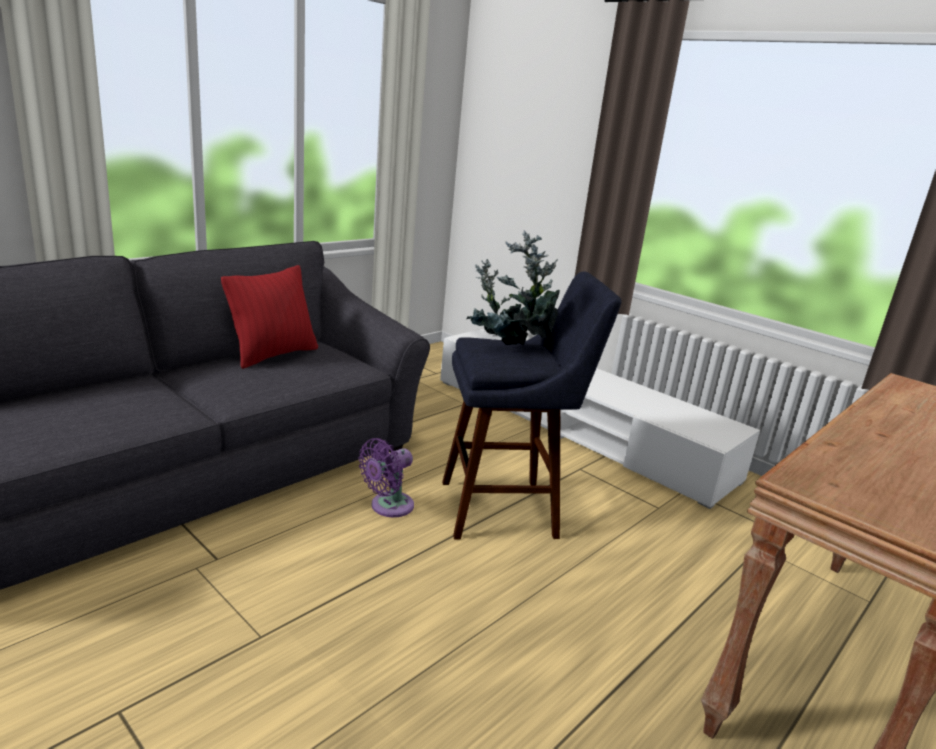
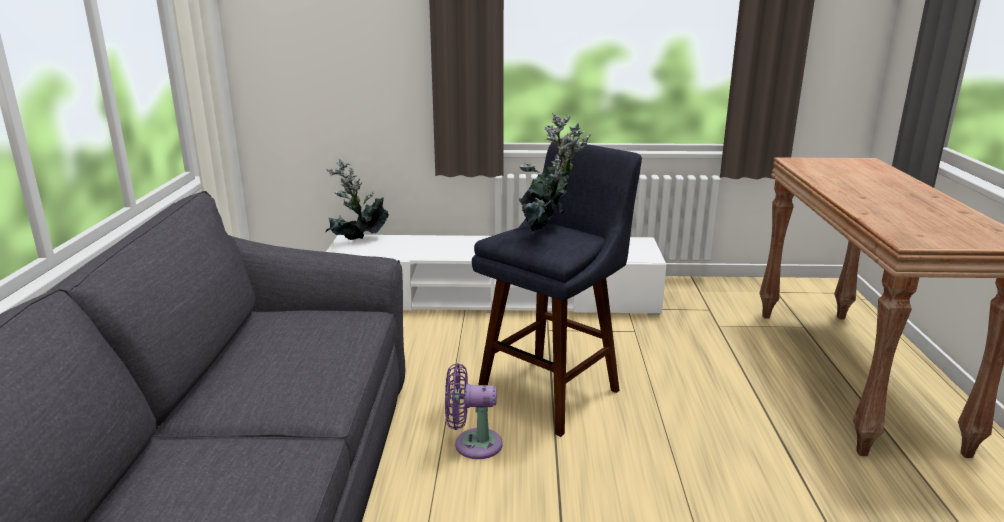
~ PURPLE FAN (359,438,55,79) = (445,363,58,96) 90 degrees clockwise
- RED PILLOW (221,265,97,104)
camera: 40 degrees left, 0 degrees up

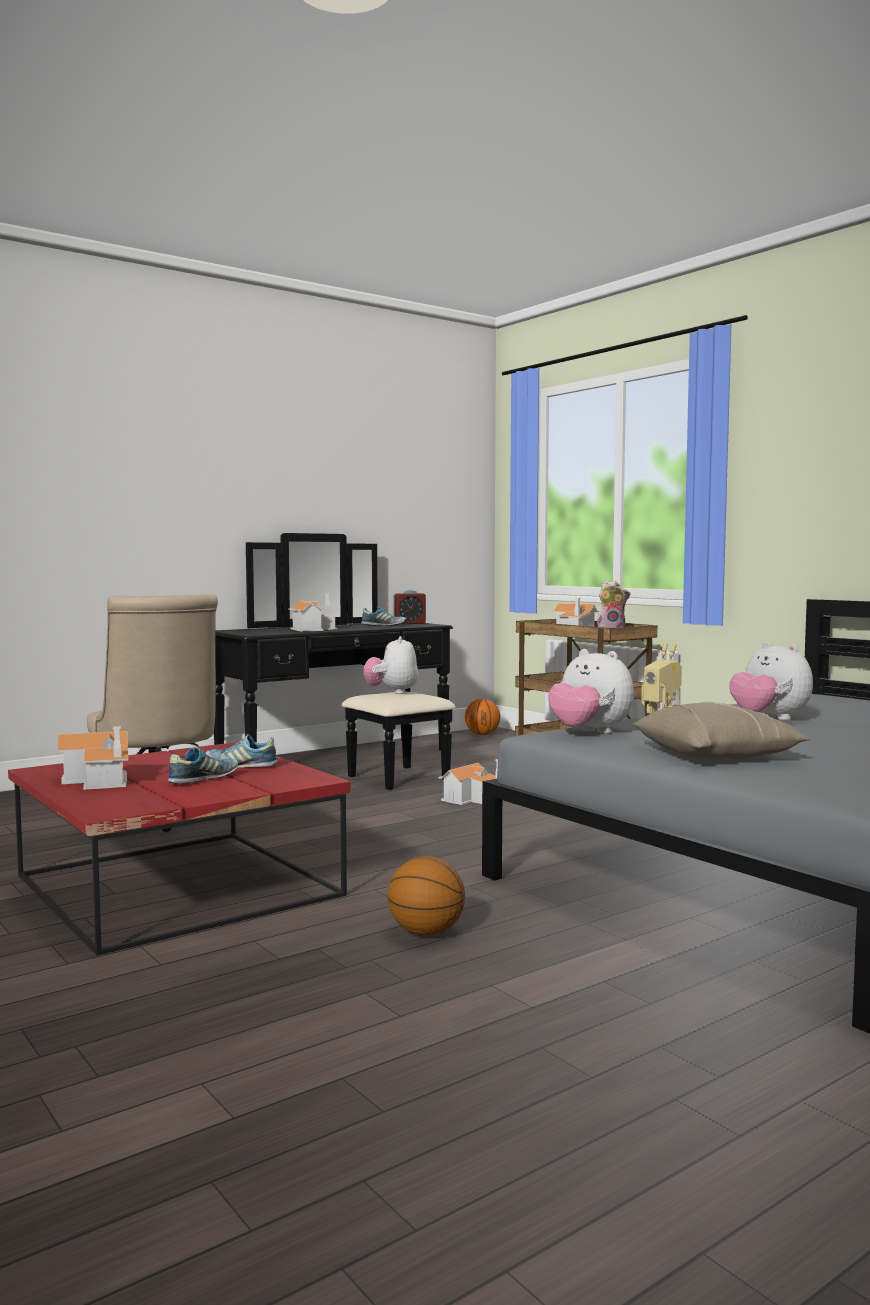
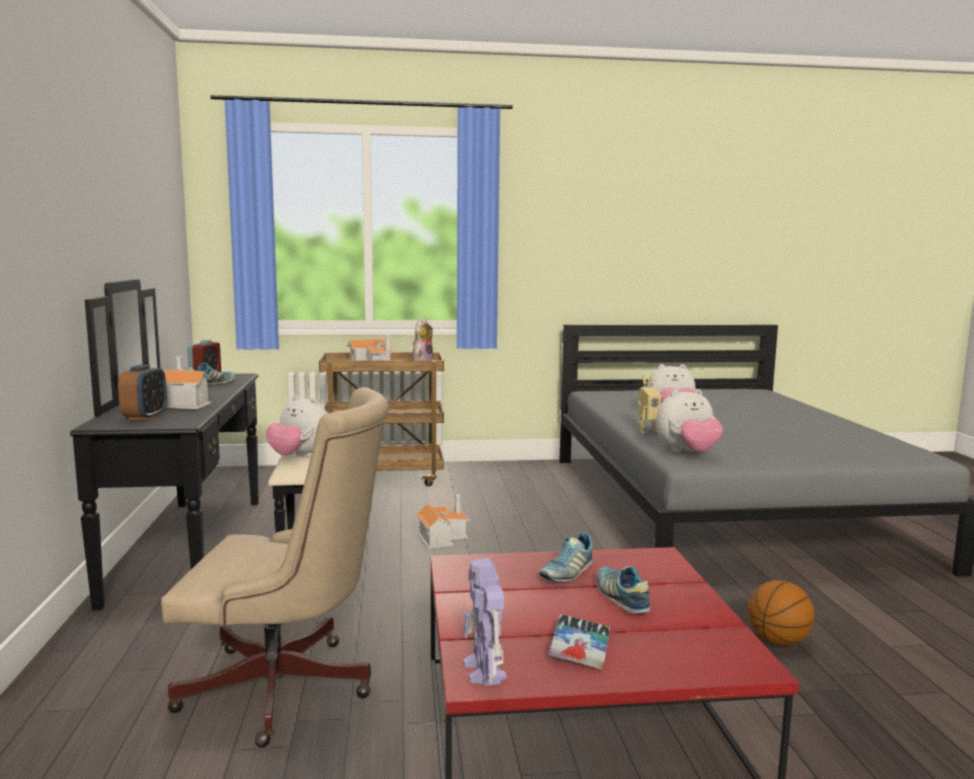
+ ALARM CLOCK (118,364,49,56)
+ TOY ROBOT (463,558,43,128)
~ TOY HOUSE (57,726,71,64) to BOOK (549,614,61,56)
- BASKETBALL (465,699,35,36)
- BEIGE PILLOW (633,702,177,58)
camera: 60 degrees left, 5 degrees up

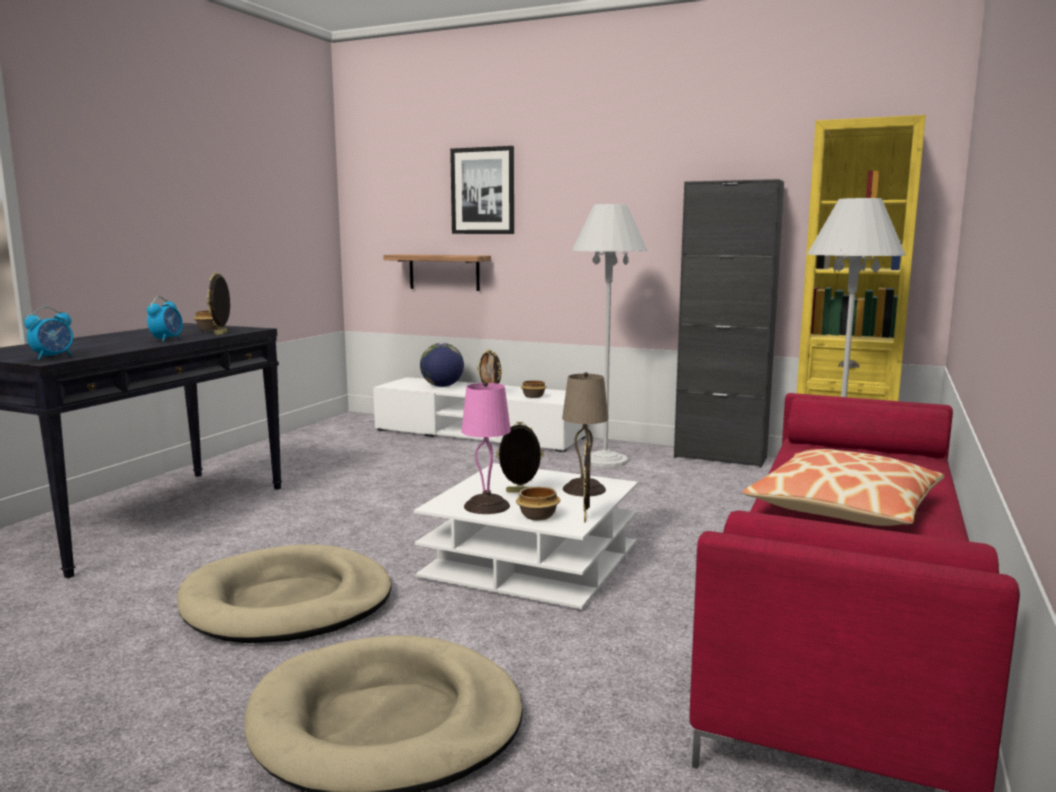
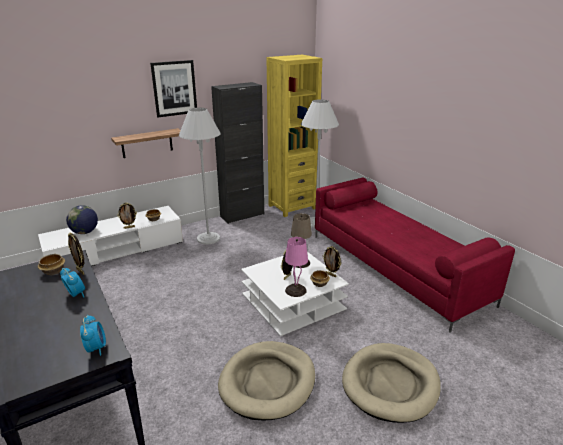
~ SHELF (383,254,108,37) to (111,128,70,30)
~ PICTURE (450,146,64,88) to (150,60,47,57)
- PILLOW (743,449,201,77)
camera: 55 degrees left, 15 degrees up

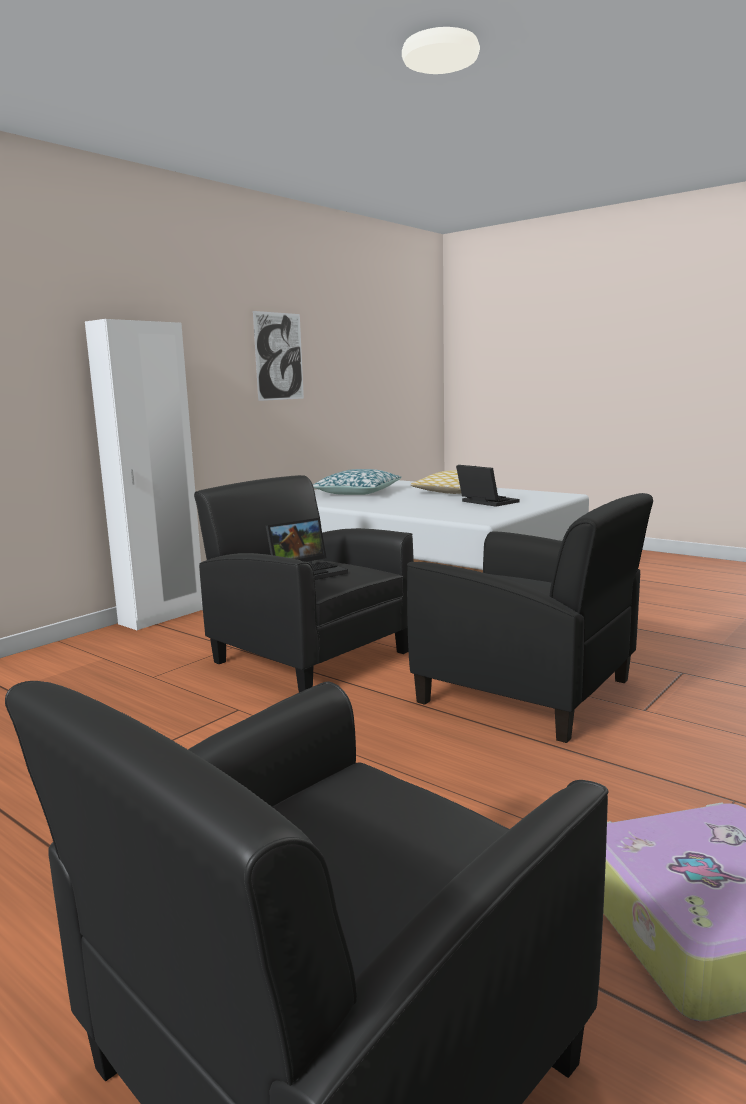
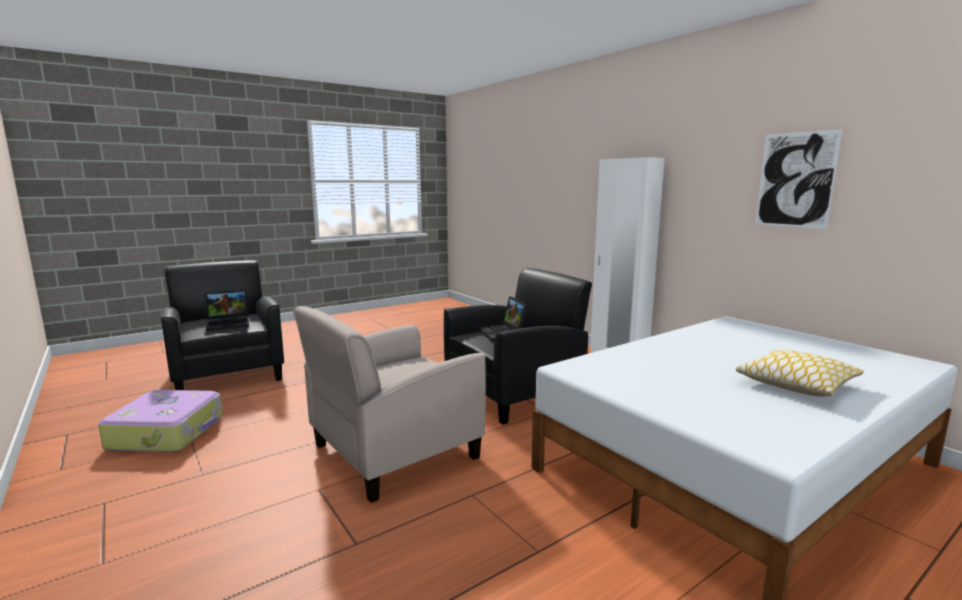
~ LAPTOP (456,465,63,42) to (205,290,44,41)
~ BLACK ARMCHAIR (407,493,246,250) to BEIGE ARMCHAIR (293,306,193,197)
- PILLOW (313,469,89,26)
camera: 105 degrees right, 0 degrees up

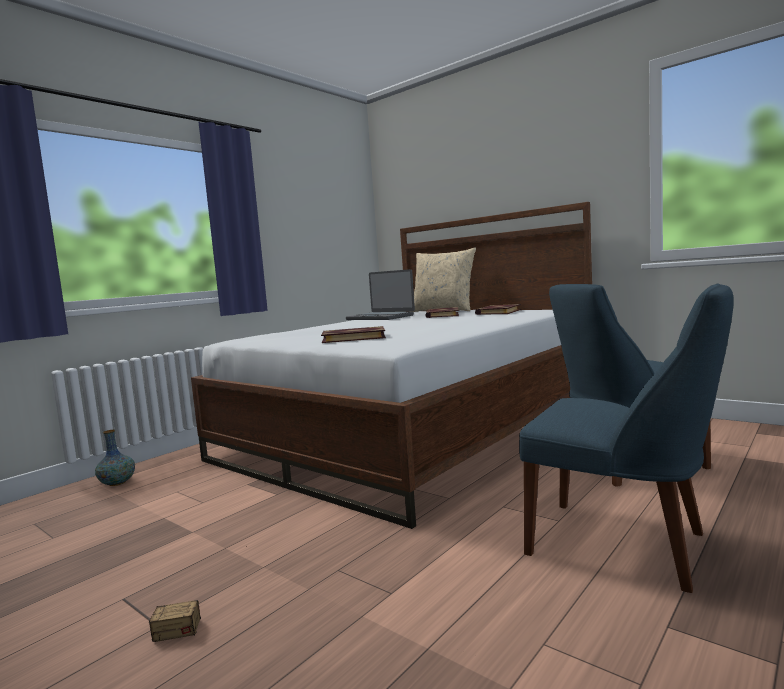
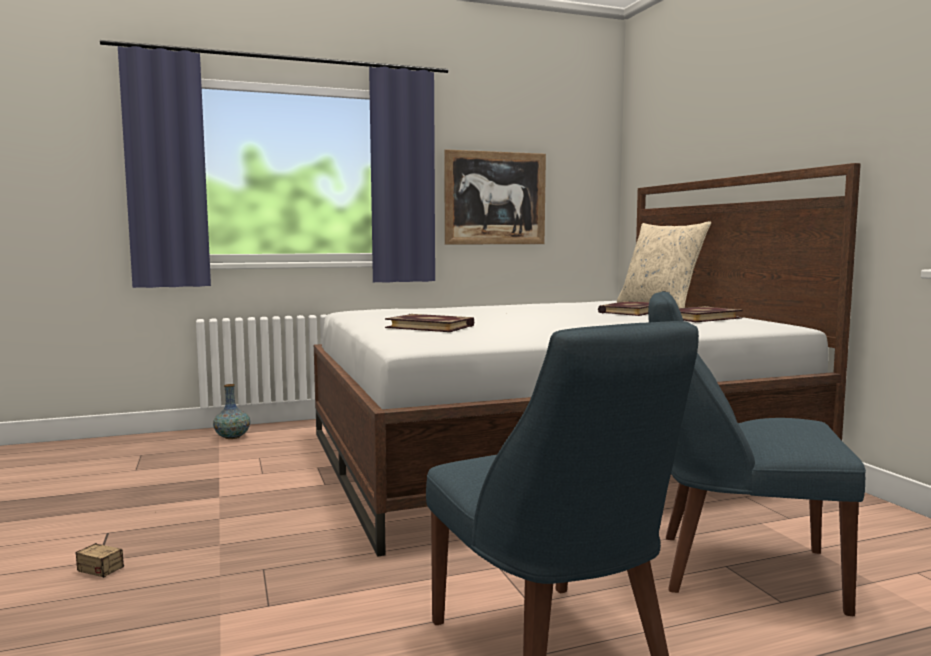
+ PICTURE (444,149,102,96)
- LAPTOP (346,269,69,51)
camera: 30 degrees right, 0 degrees up

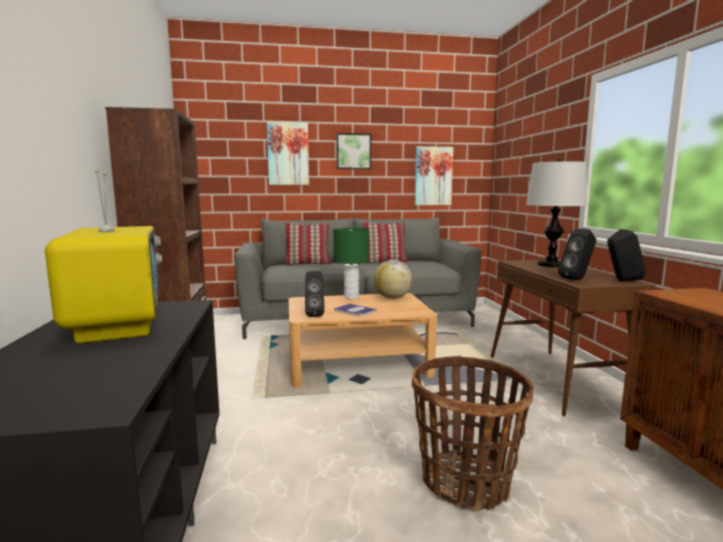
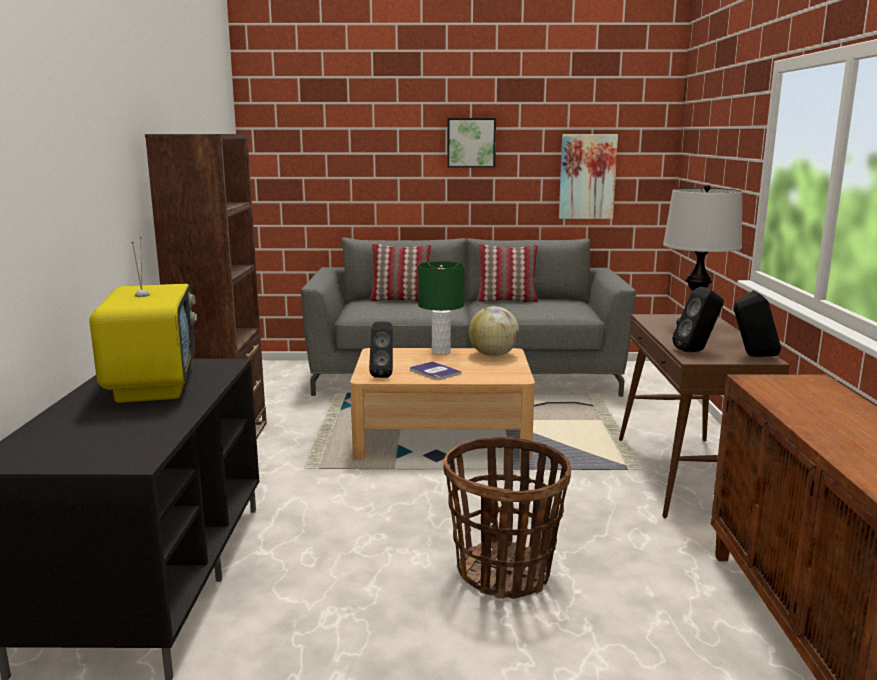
- PICTURE (267,121,42,64)
camera: 10 degrees right, 5 degrees up

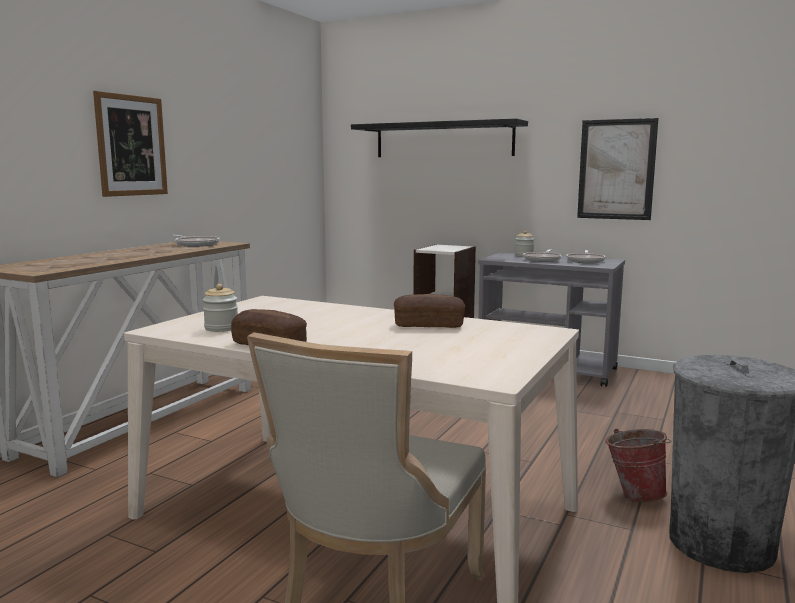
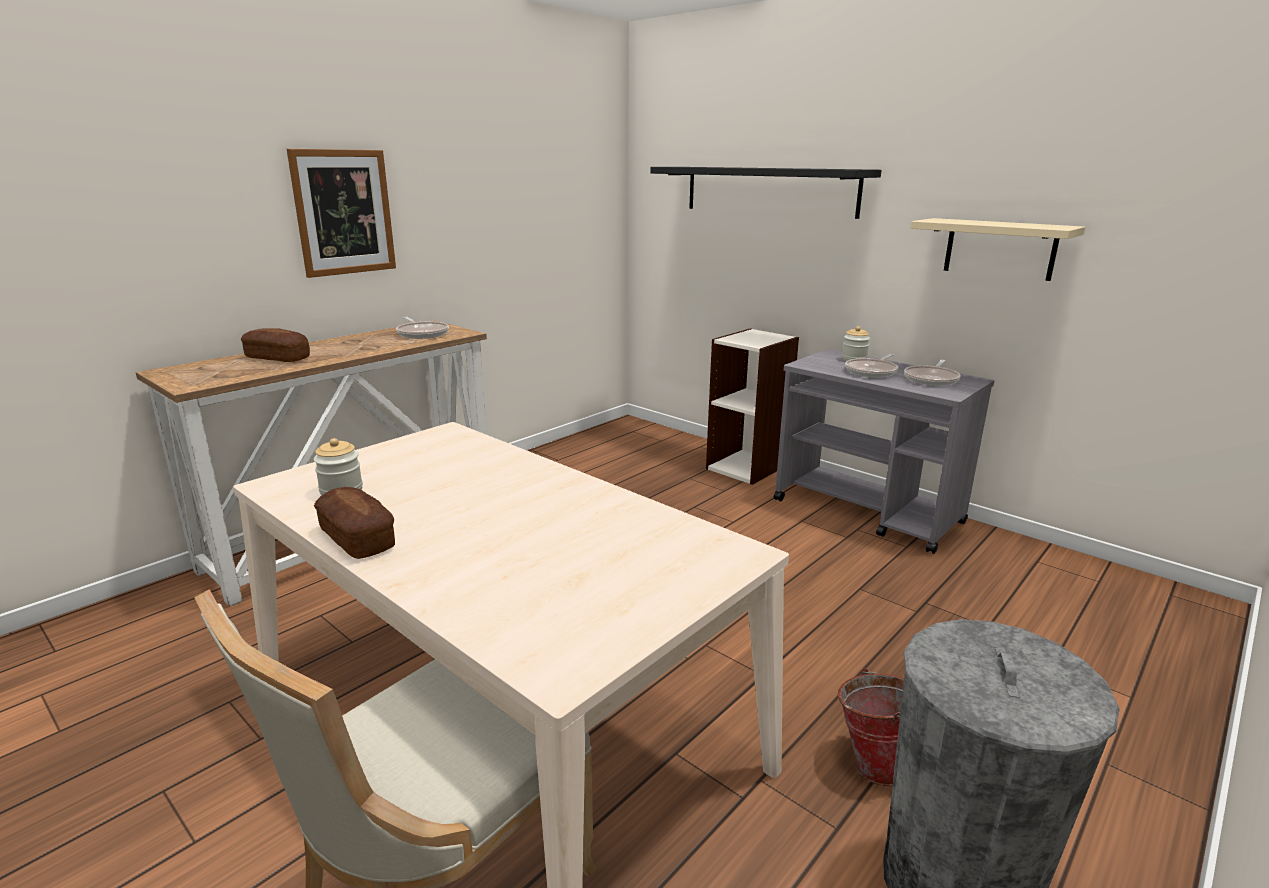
~ BREAD (394,294,71,34) to (241,328,69,34)
~ PICTURE (577,118,82,102) to BEIGE SHELF (911,218,174,63)
camera: 15 degrees right, 10 degrees up

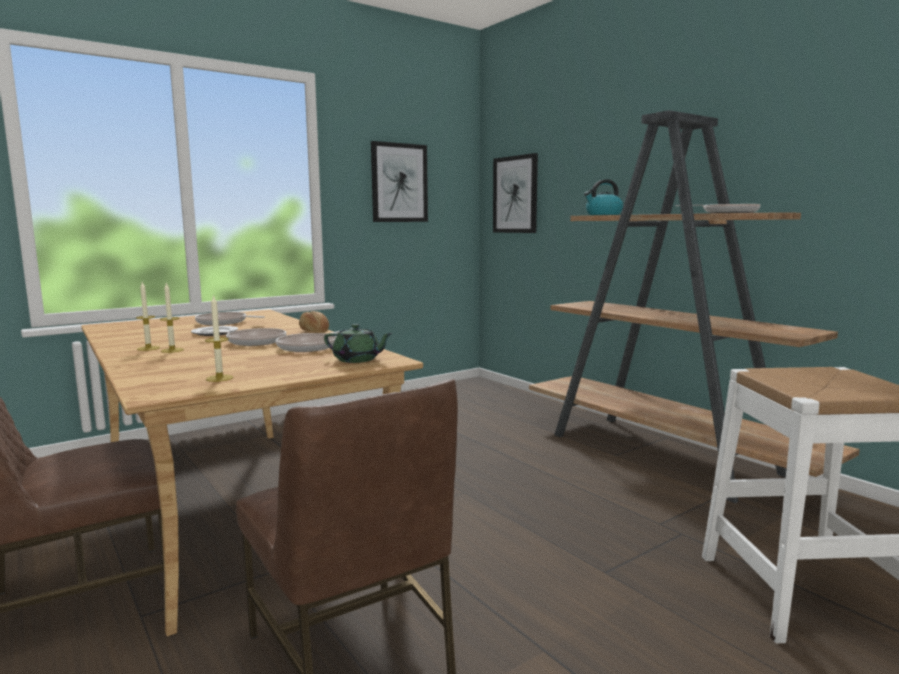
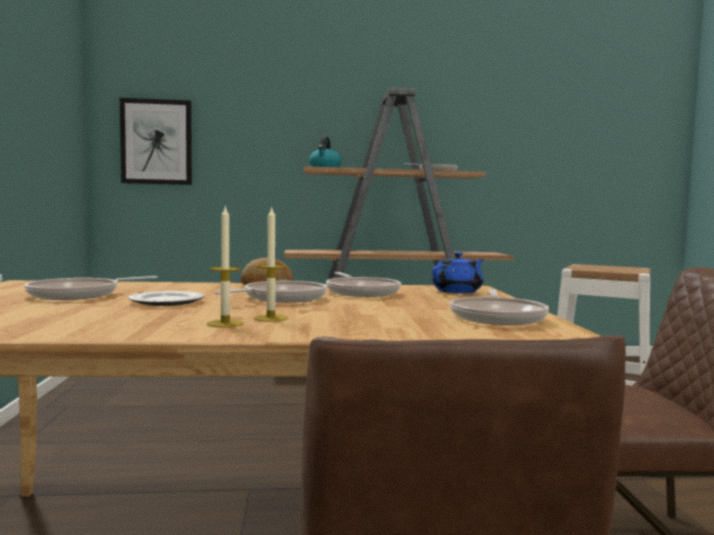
~ GREEN TEAPOT (324,324,69,39) to BLUE TEAPOT (432,252,52,41)
~ CANDLE (205,295,28,87) to FRYING PAN (450,289,99,36)
- PICTURE (371,141,57,81)
camera: 60 degrees left, 5 degrees down

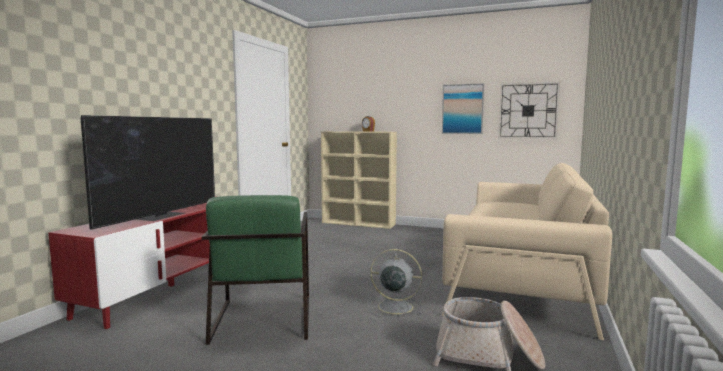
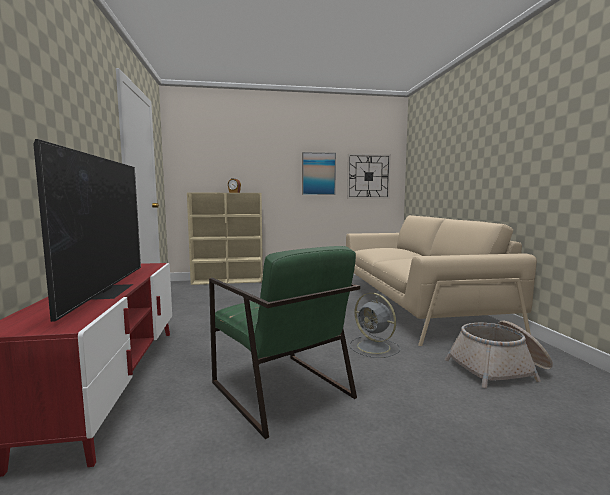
~ GREY FAN (369,249,53,68) = (349,293,51,65) 120 degrees counterclockwise
camera: 30 degrees left, 0 degrees up

